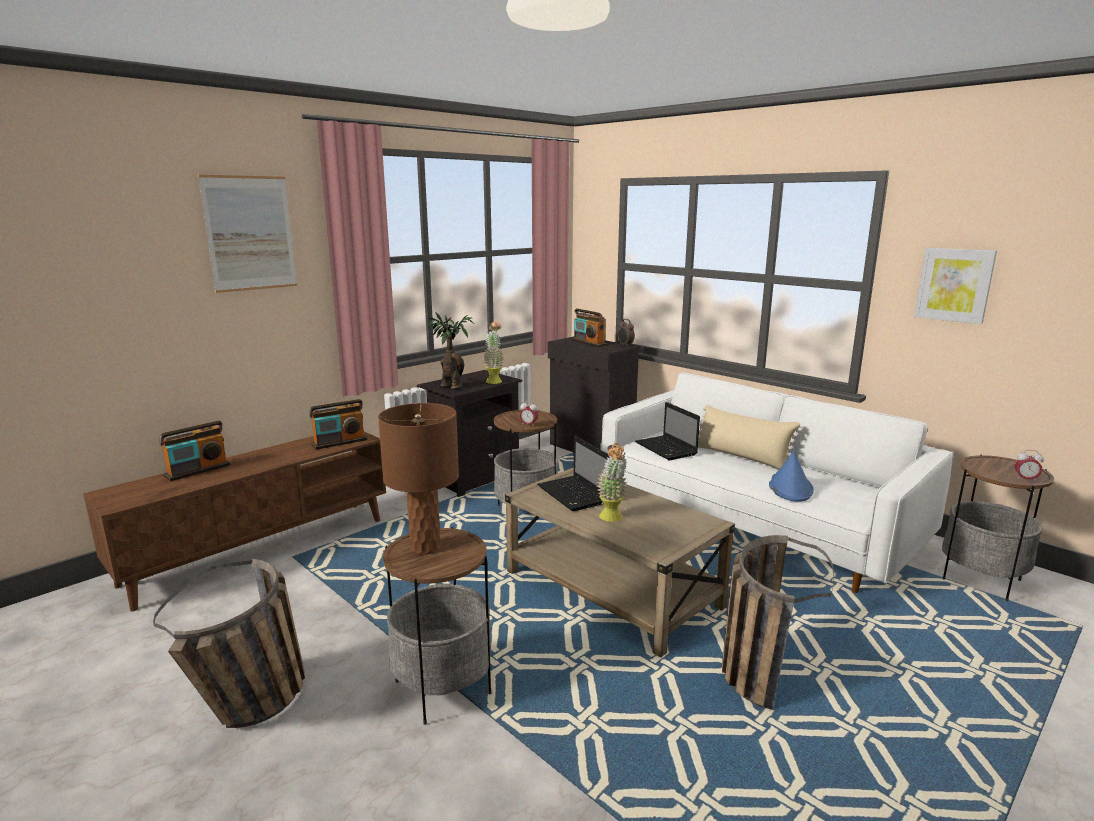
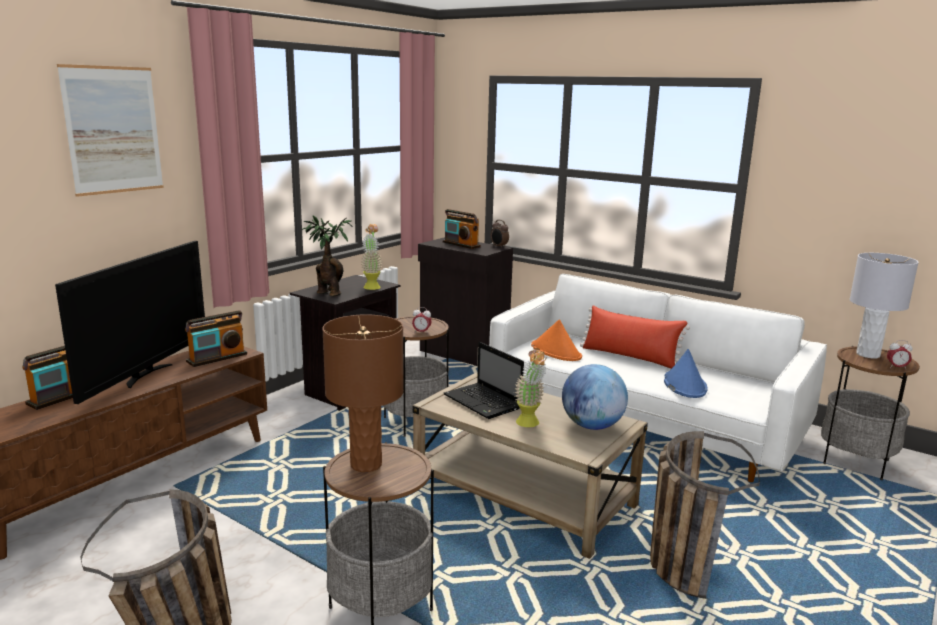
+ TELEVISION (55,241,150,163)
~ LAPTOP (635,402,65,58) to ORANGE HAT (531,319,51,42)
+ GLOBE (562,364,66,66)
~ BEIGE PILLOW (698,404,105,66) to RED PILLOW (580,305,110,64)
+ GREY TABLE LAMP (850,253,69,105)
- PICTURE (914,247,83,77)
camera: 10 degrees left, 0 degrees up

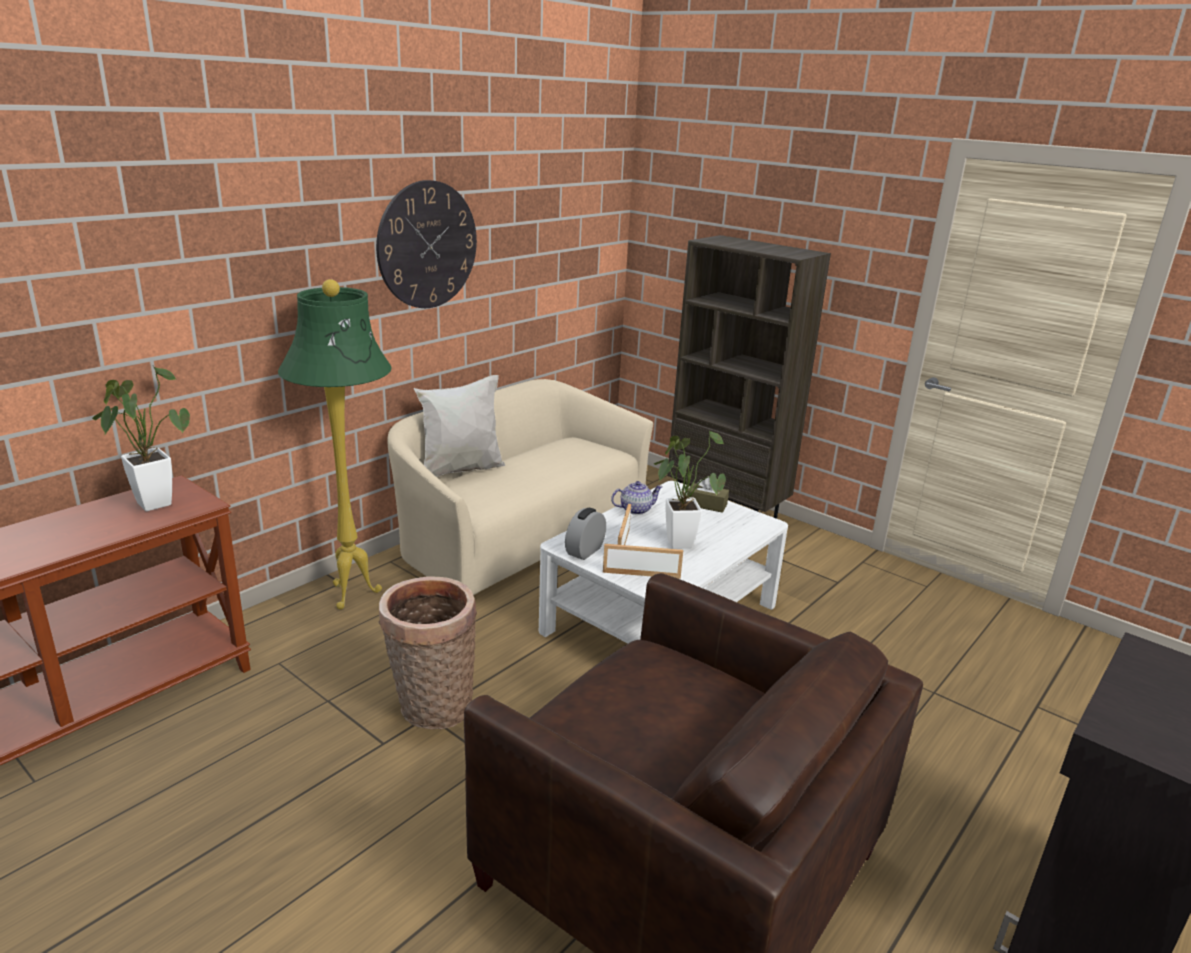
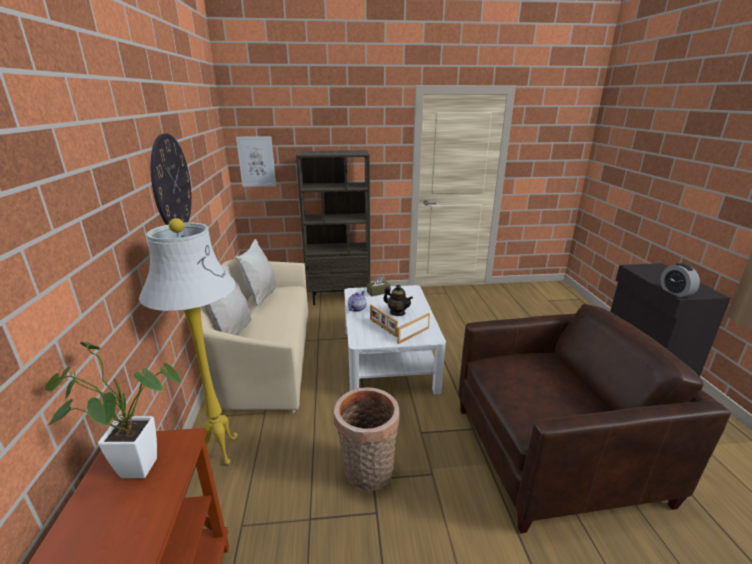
~ GREEN FLOOR LAMP (278,279,114,331) to WHITE FLOOR LAMP (139,218,99,247)
+ PICTURE (236,136,40,51)
+ WHITE PILLOW (236,239,40,70)
~ POTTED PLANT (654,431,72,118) to TEAPOT (383,285,30,31)
~ ALARM CLOCK (565,507,41,53) to (661,263,39,34)
camera: 45 degrees left, 0 degrees up

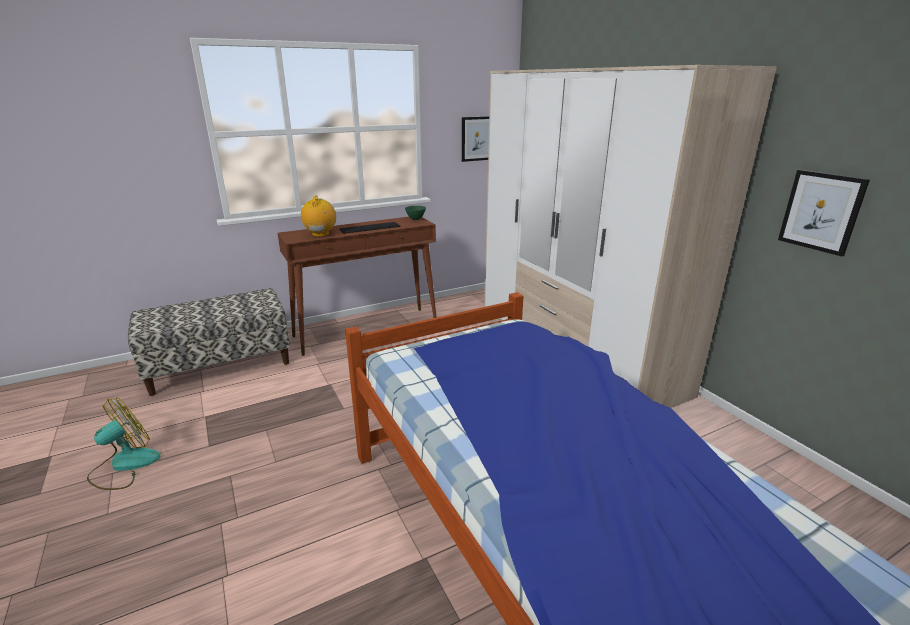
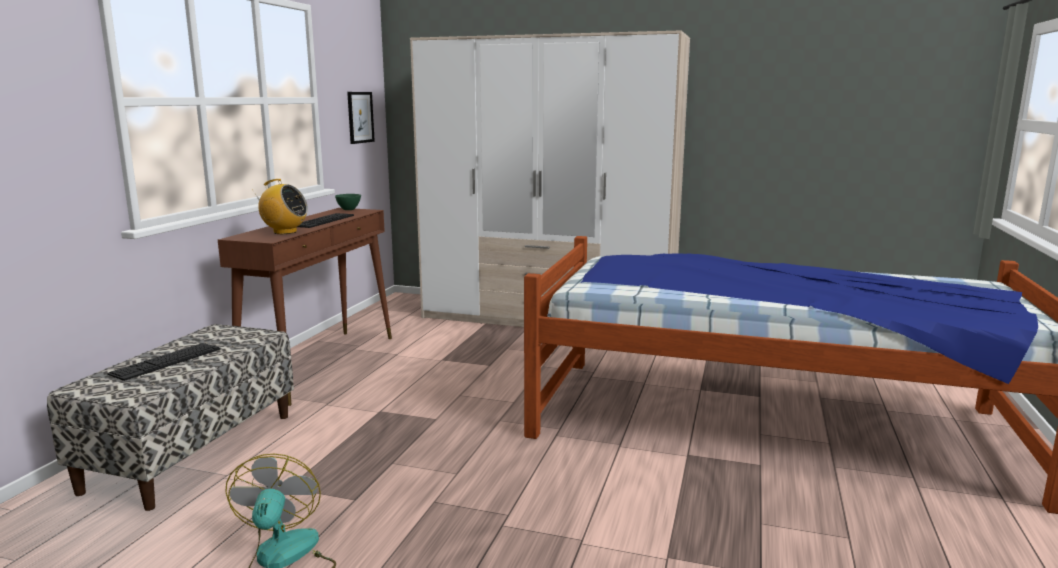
+ KEYBOARD (107,343,114,38)
~ RADIO (301,196,35,41) = (252,179,56,55) 150 degrees clockwise
- PICTURE (778,170,92,86)
camera: 45 degrees left, 10 degrees down

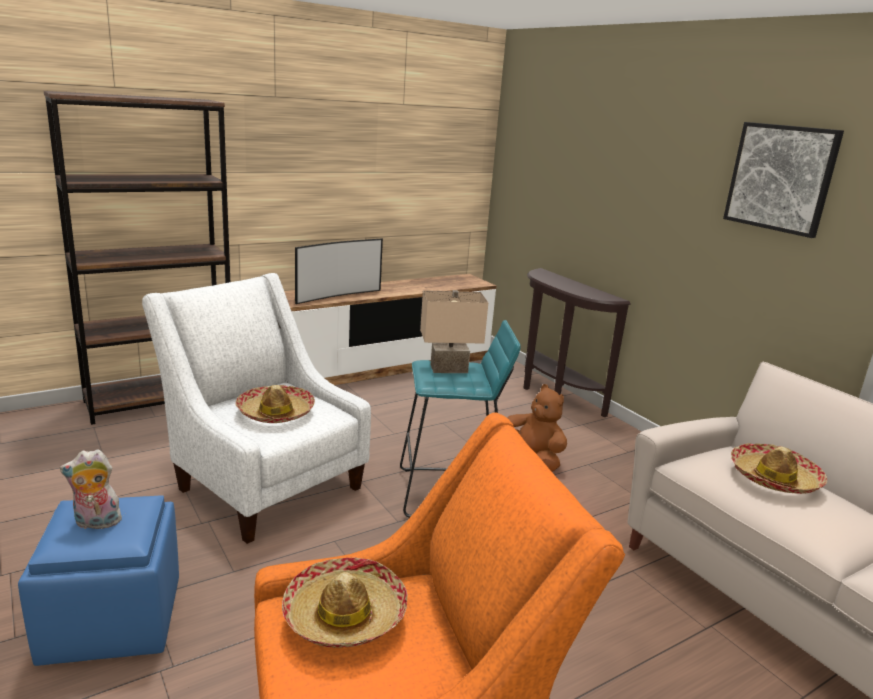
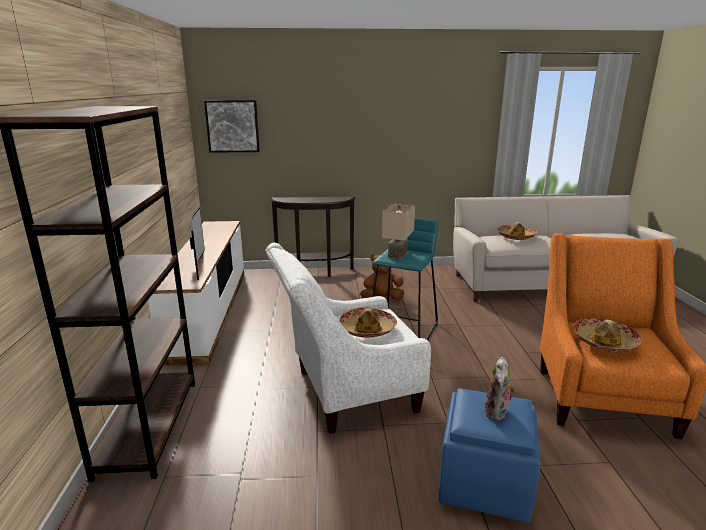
~ PICTURE (723,122,121,116) to (204,100,56,53)
camera: 60 degrees left, 0 degrees up

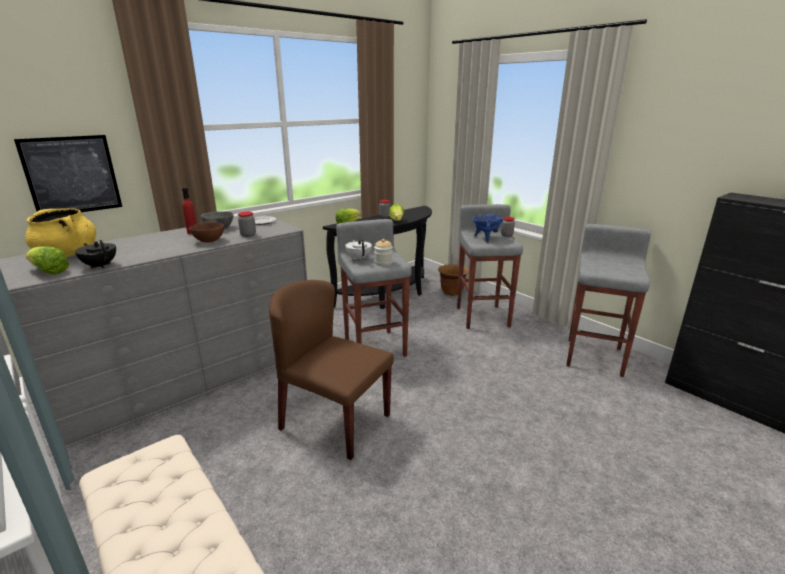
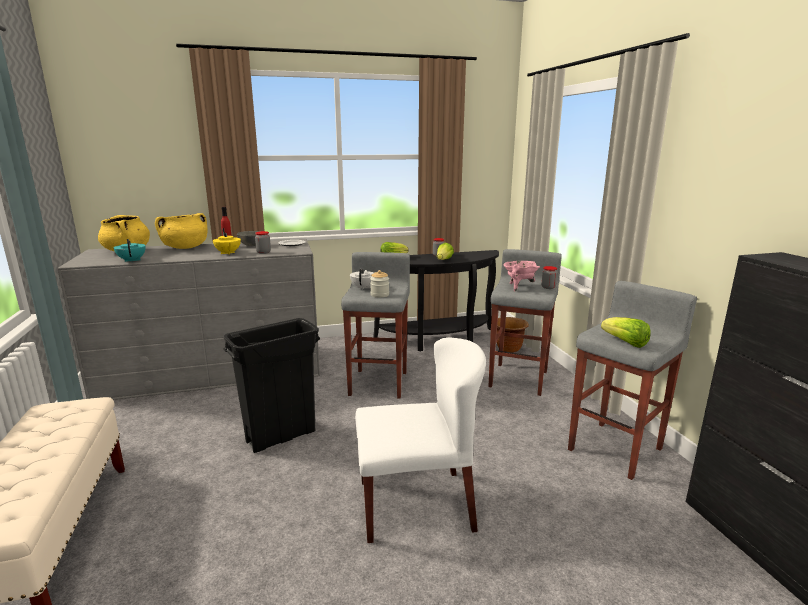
~ BLACK TEAPOT (75,240,41,28) to TURQUOISE TEAPOT (114,239,32,23)
+ YELLOW COOKING POT (155,213,53,36)
~ BROWN BOWL (189,222,35,20) to YELLOW TEAPOT (213,228,28,27)
~ BROWN CHAIR (269,280,125,180) to BLACK TRASH CAN (224,318,96,135)
+ WHITE CHAIR (355,337,131,206)
~ BLUE COOKING POT (472,214,32,29) to PINK COOKING POT (503,261,37,30)
~ LETTUCE (26,246,43,29) to (601,317,50,31)
- PICTURE (14,135,108,77)
camera: 25 degrees right, 5 degrees down

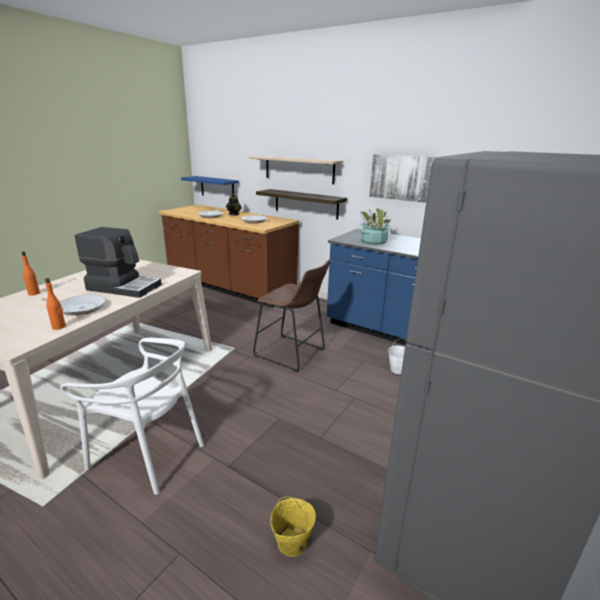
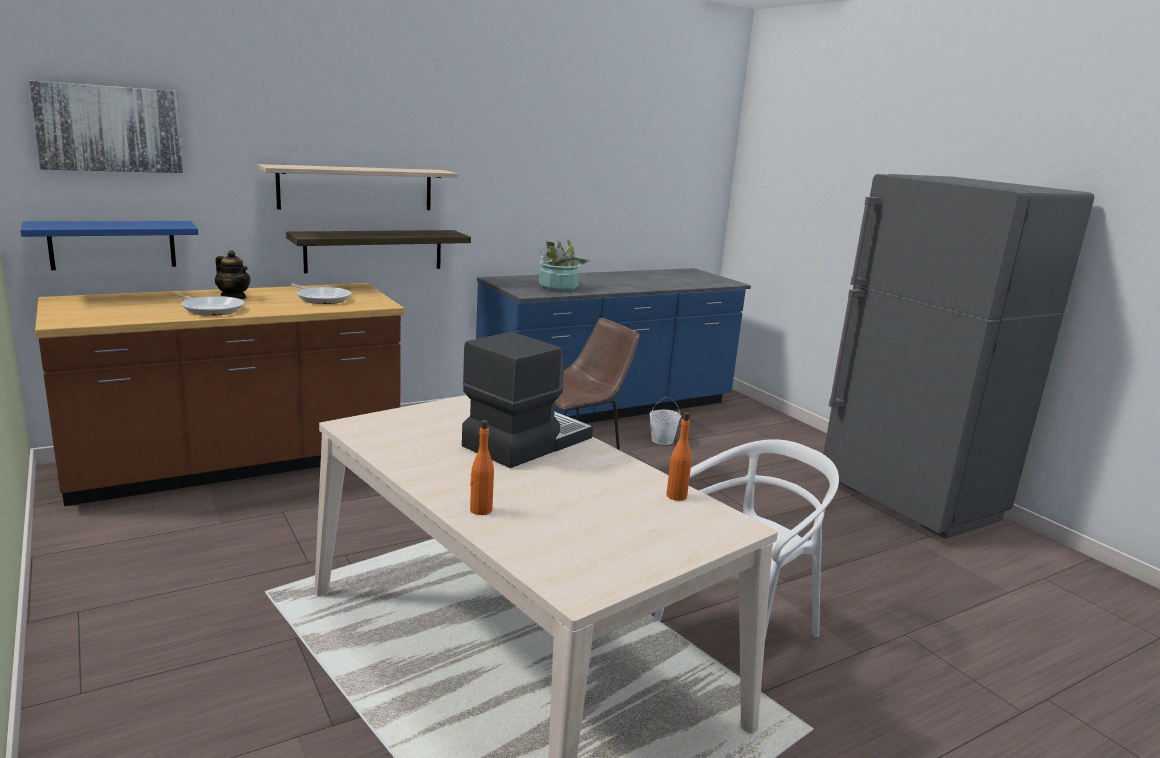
~ PICTURE (369,154,67,49) to (29,80,155,93)
- FRYING PAN (41,294,65,22)
- YELLOW BUCKET (270,497,46,60)
camera: 65 degrees left, 5 degrees down

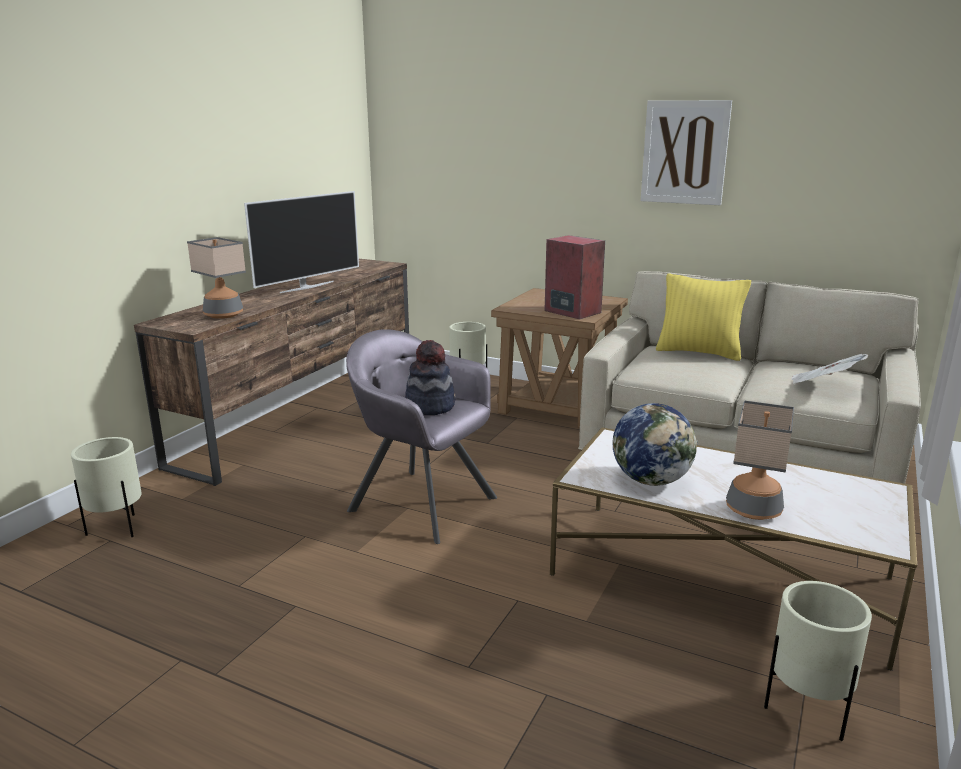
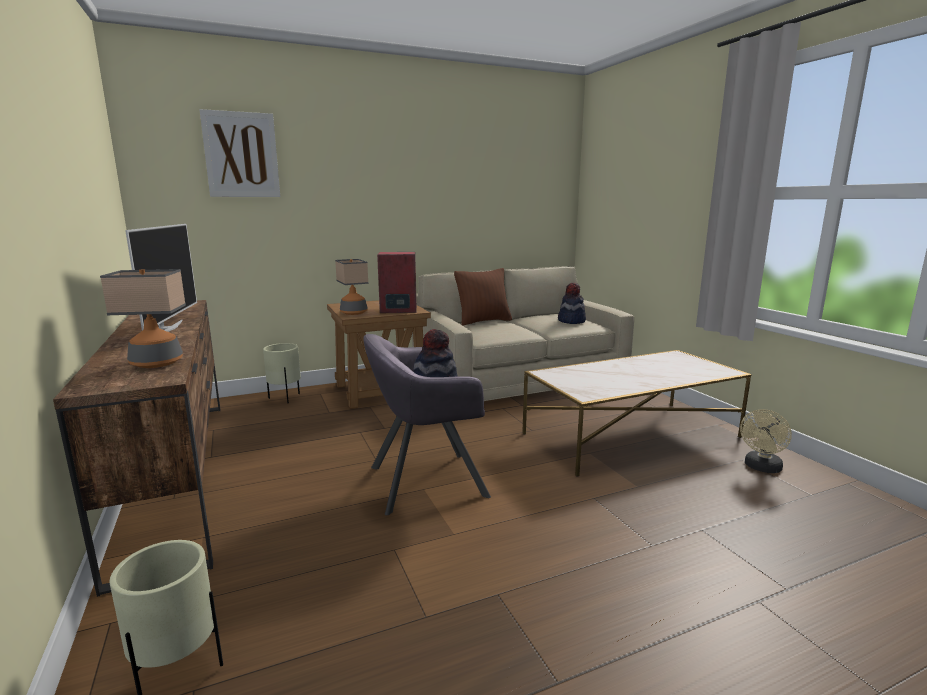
~ PICTURE (641,100,91,106) to (199,109,81,88)
~ TABLE LAMP (726,400,68,120) to (335,259,34,56)
~ YELLOW PILLOW (656,273,95,88) to BROWN PILLOW (454,268,58,58)
~ NEWSPAPER (792,354,76,30) to HAT (558,283,28,41)
~ BEIGE PLANTER (764,581,108,160) to BEIGE FAN (740,409,52,64)
- GLOBE (612,403,86,83)
camera: 50 degrees left, 5 degrees down

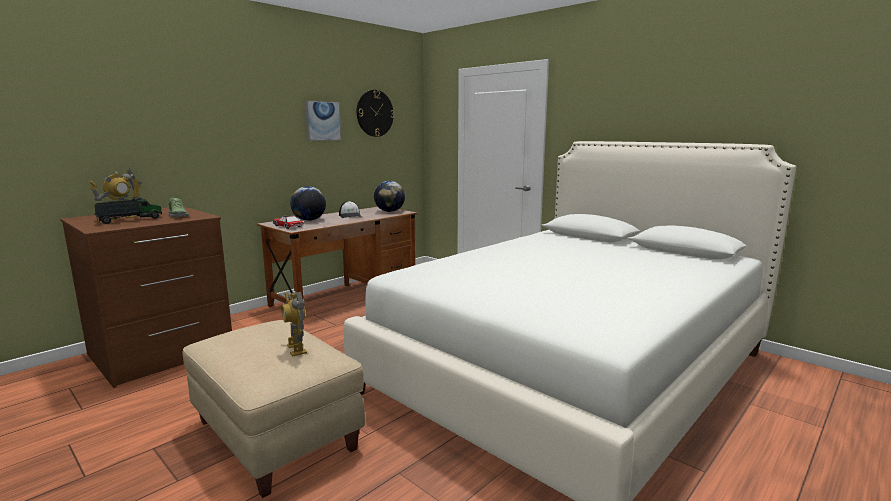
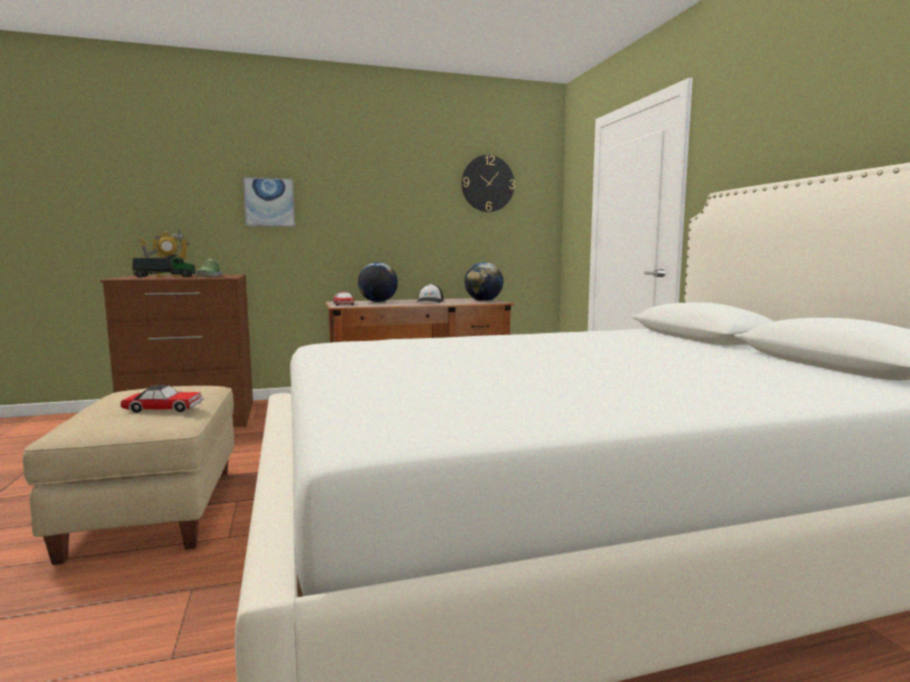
~ TOY ROBOT (281,291,26,66) to TOY CAR (120,385,84,28)
~ PICTURE (305,100,37,41) to (243,177,52,50)
camera: 30 degrees right, 5 degrees down

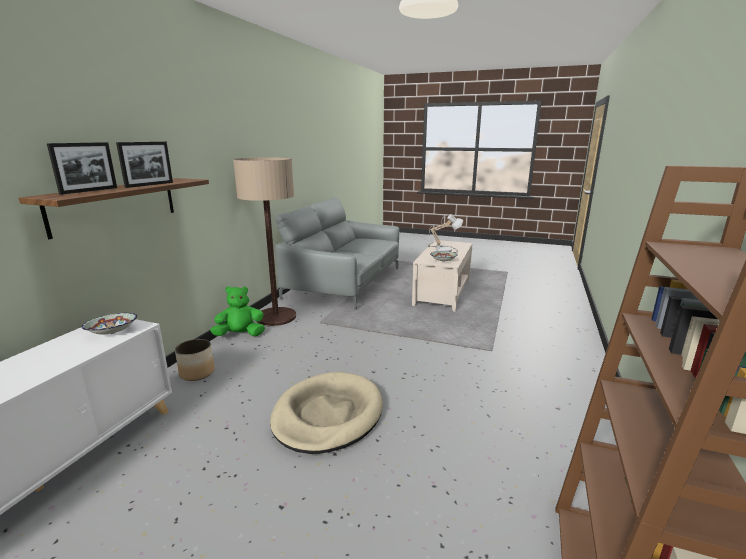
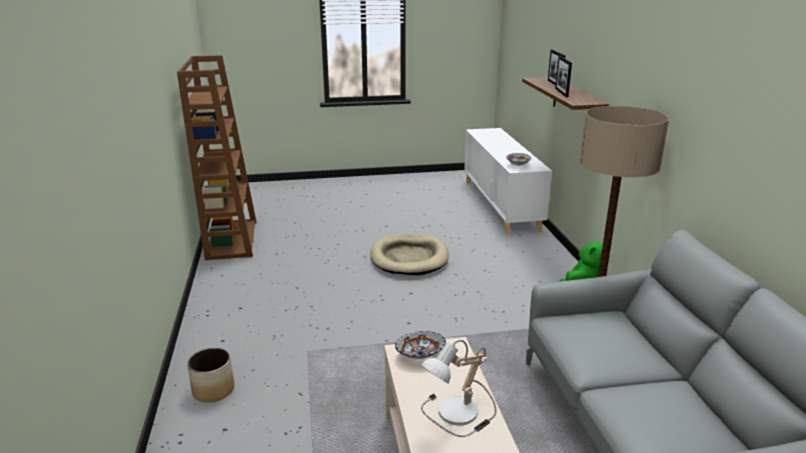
~ PLANTER (175,339,39,42) to (187,348,47,54)
camera: 150 degrees right, 5 degrees up

